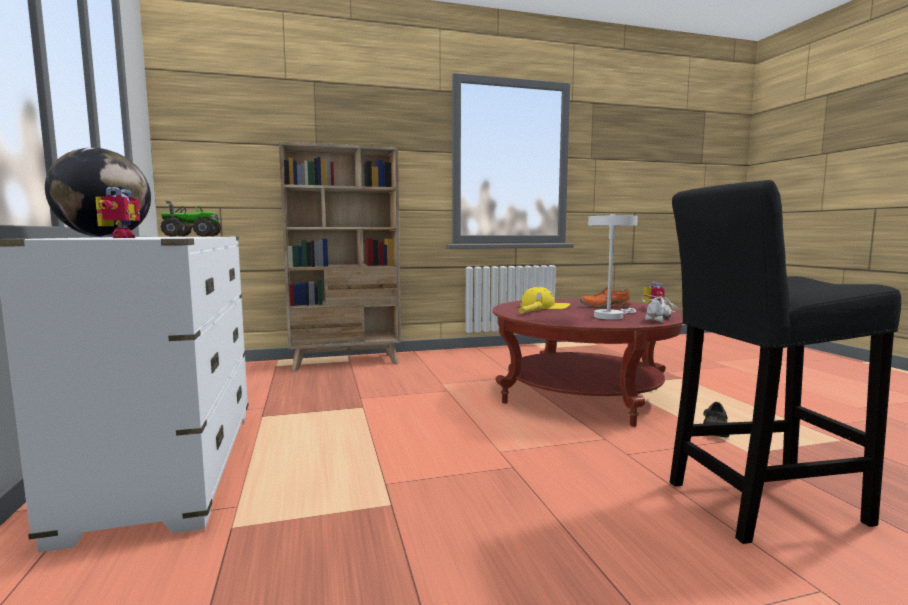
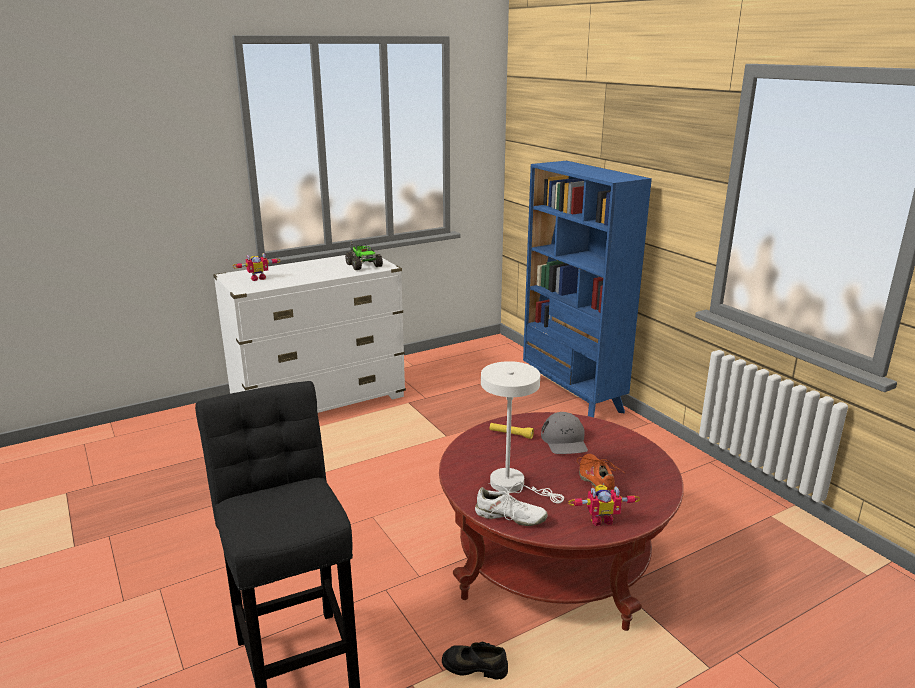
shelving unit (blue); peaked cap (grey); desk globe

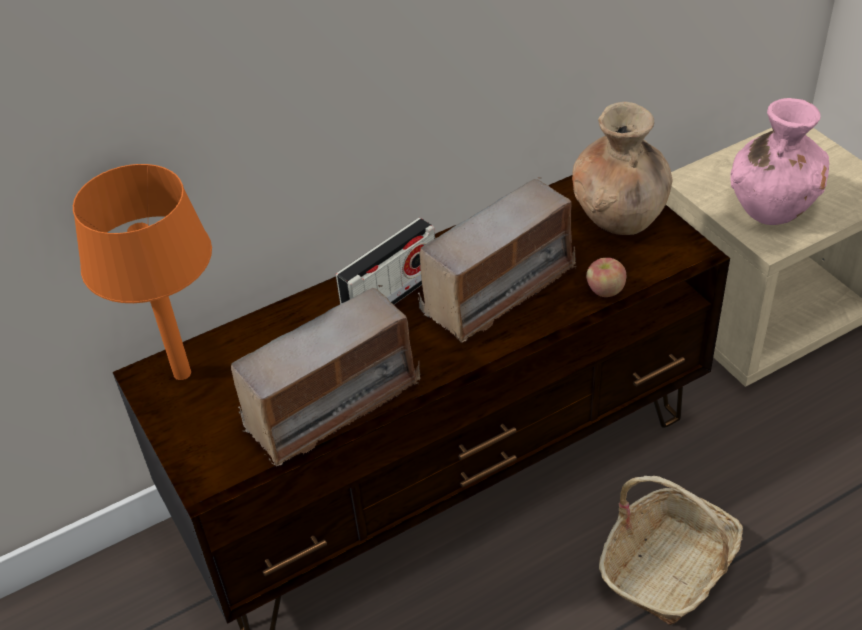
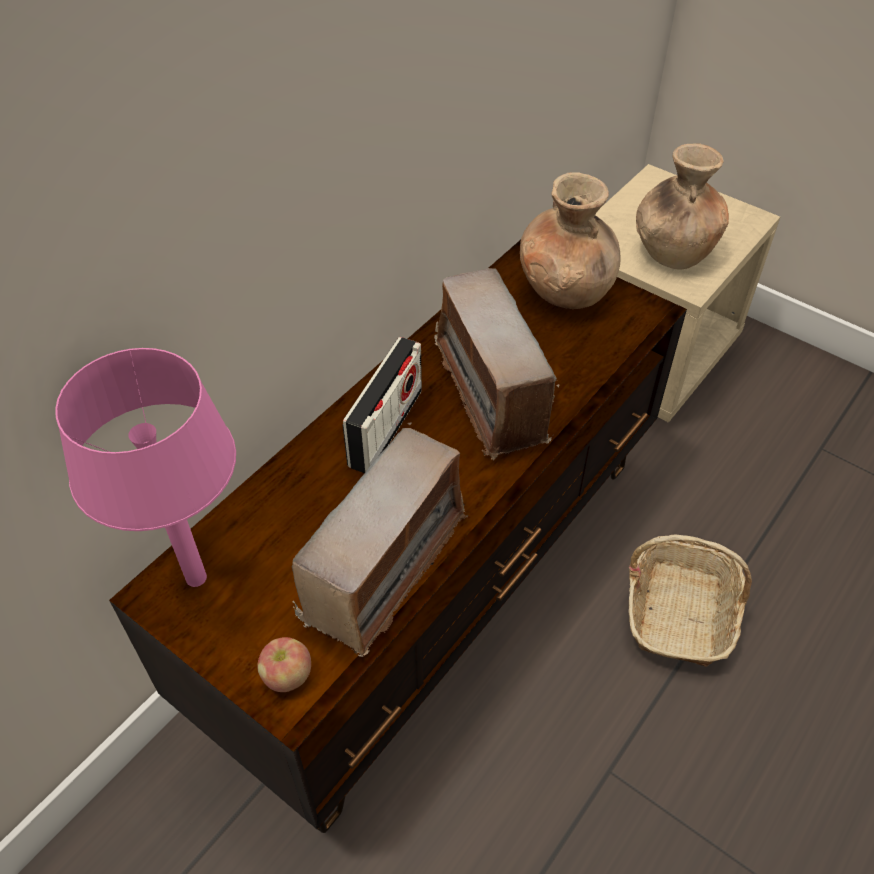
table lamp (pink); whole apple; radio set (no. 3 from left); decorative vase (brown-coloured) (no. 2 from left)

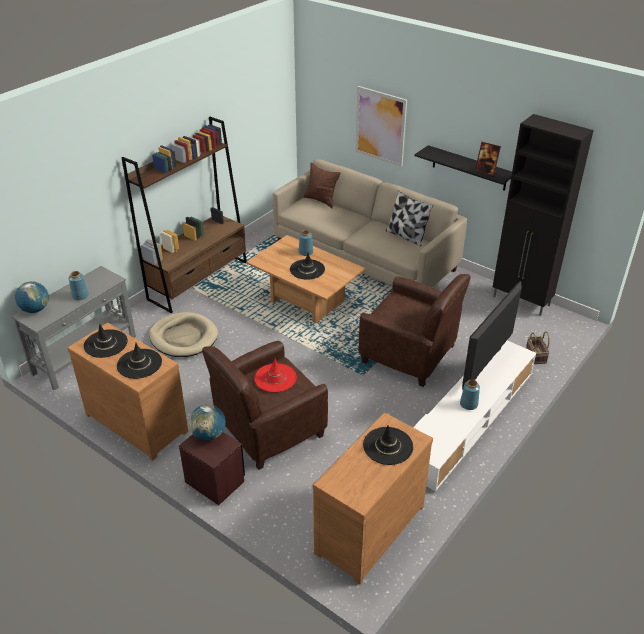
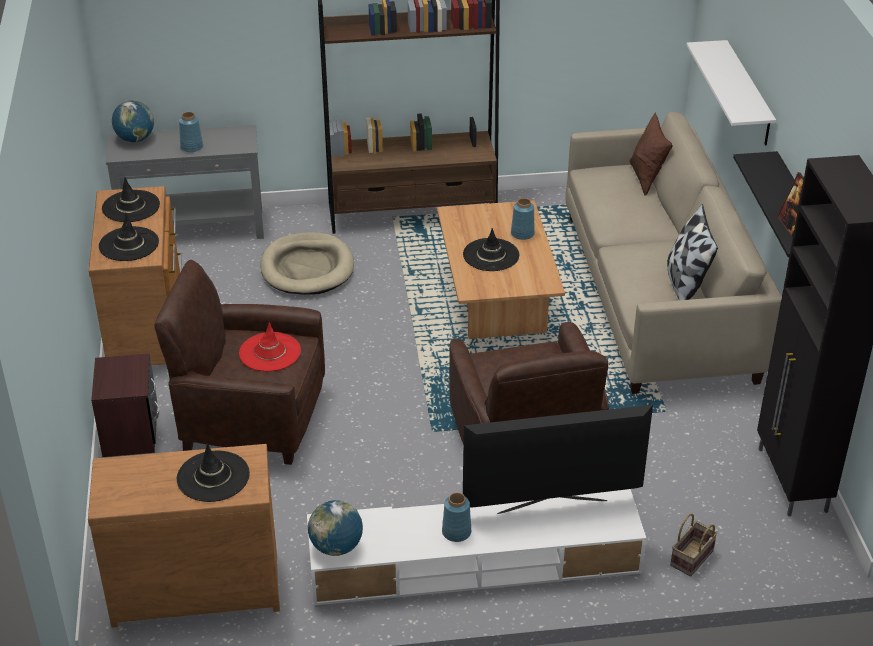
desk globe (no. 2 from left); wall shelf (white-coloured)

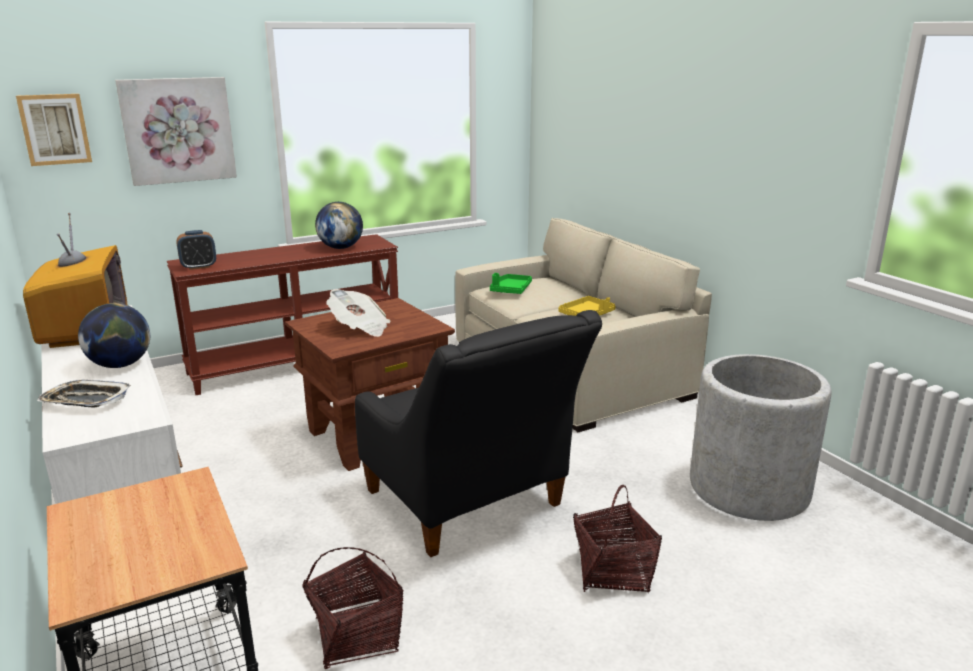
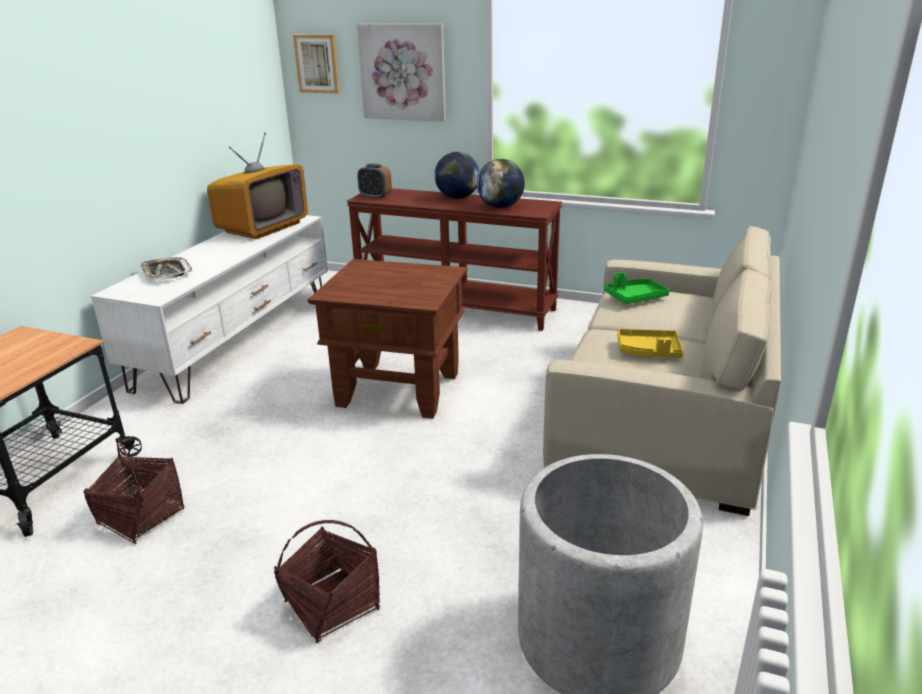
desk globe (no. 1 from left); printed paper; easy chair (black)

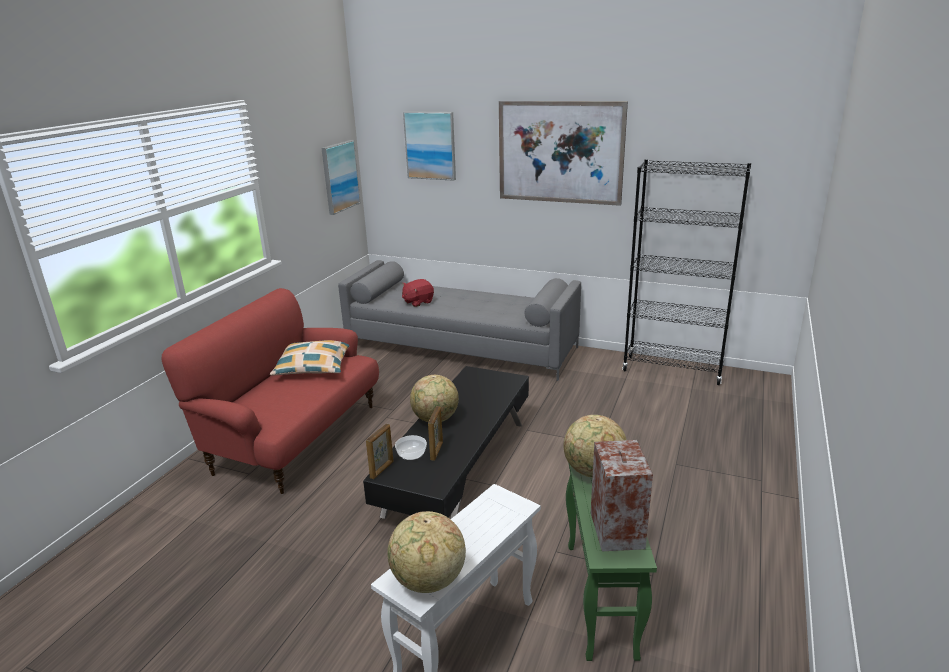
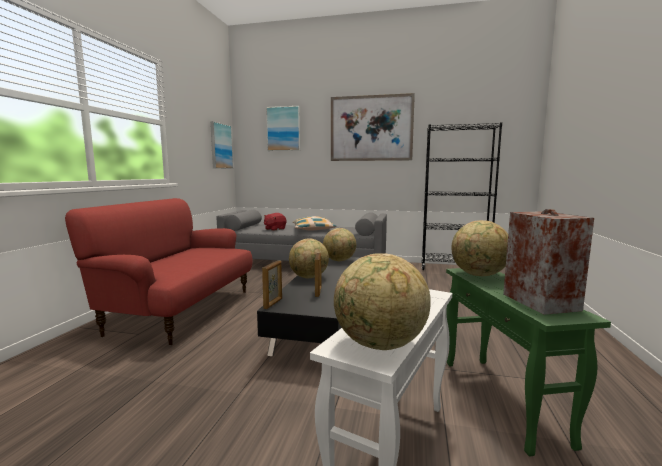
pillow; desk globe (no. 2 from left); bowl

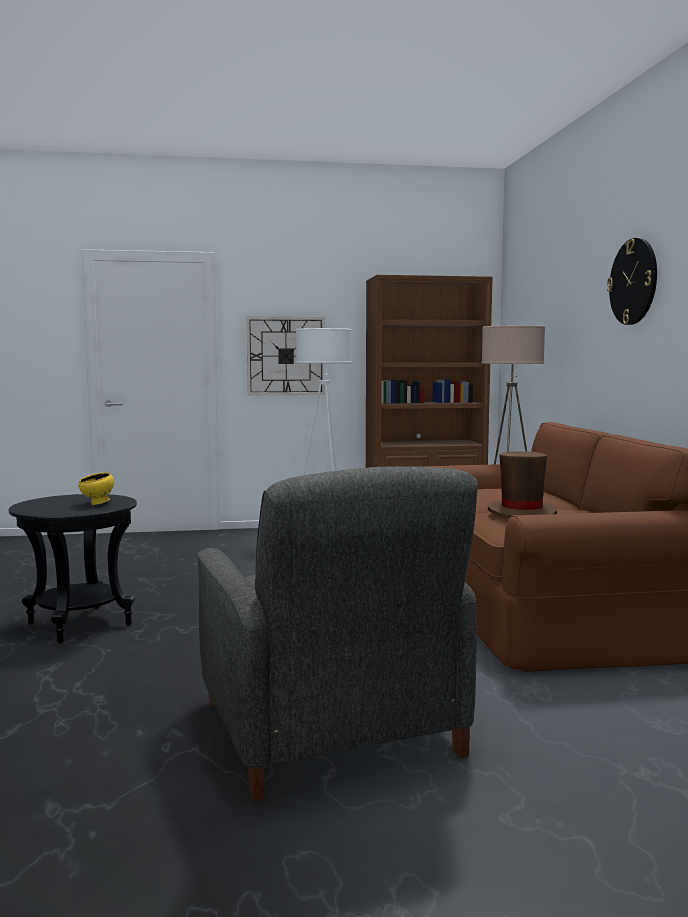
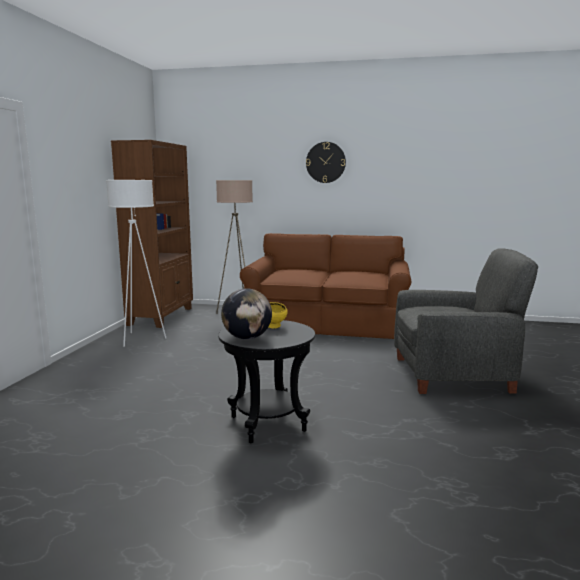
desk globe; wall clock (no. 1 from left in the first image); hat (brown-coloured)

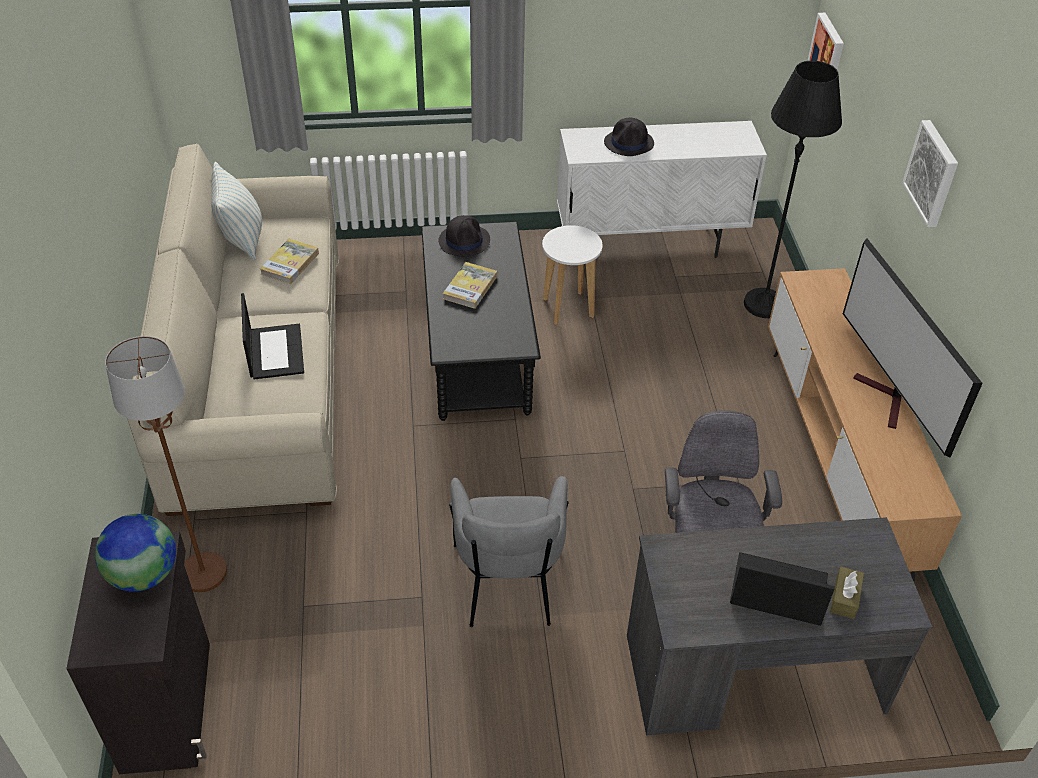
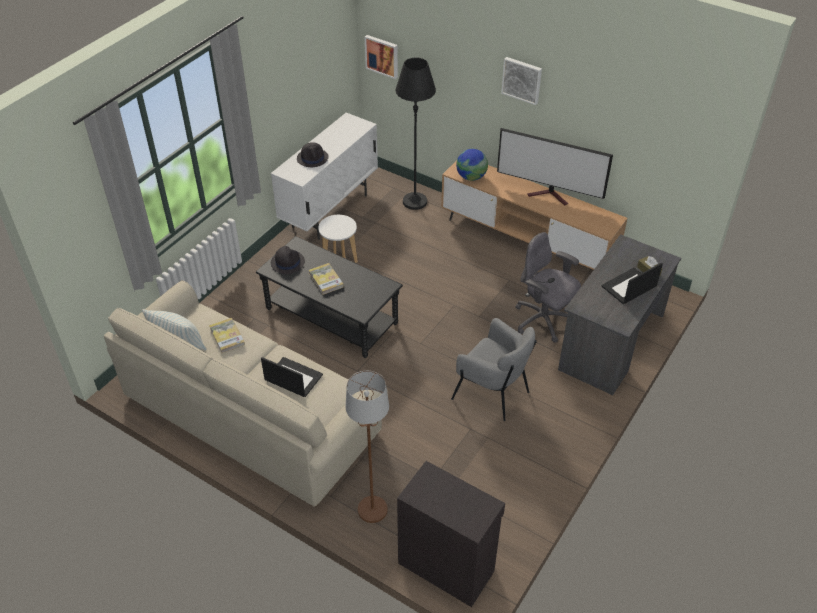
desk globe

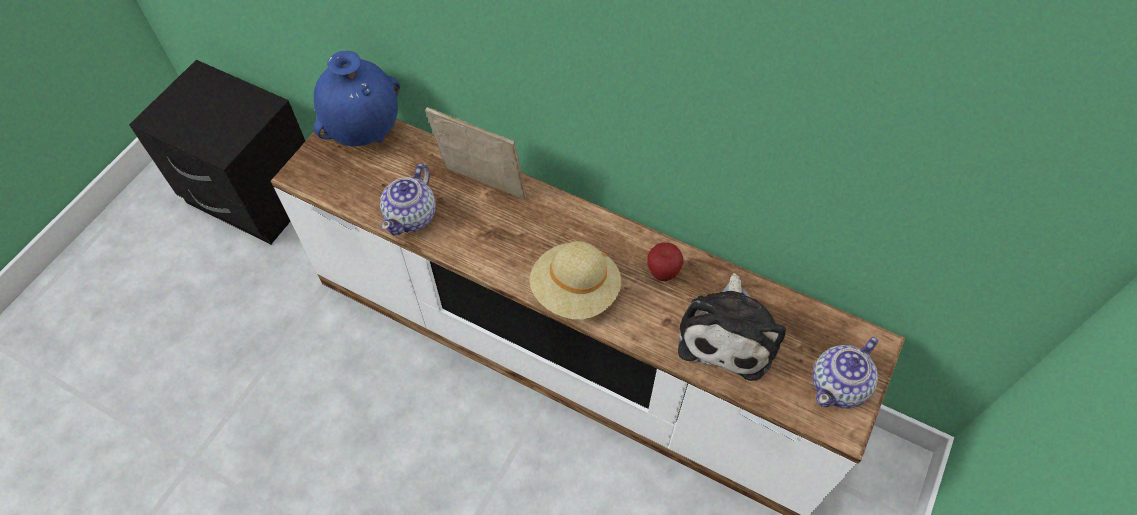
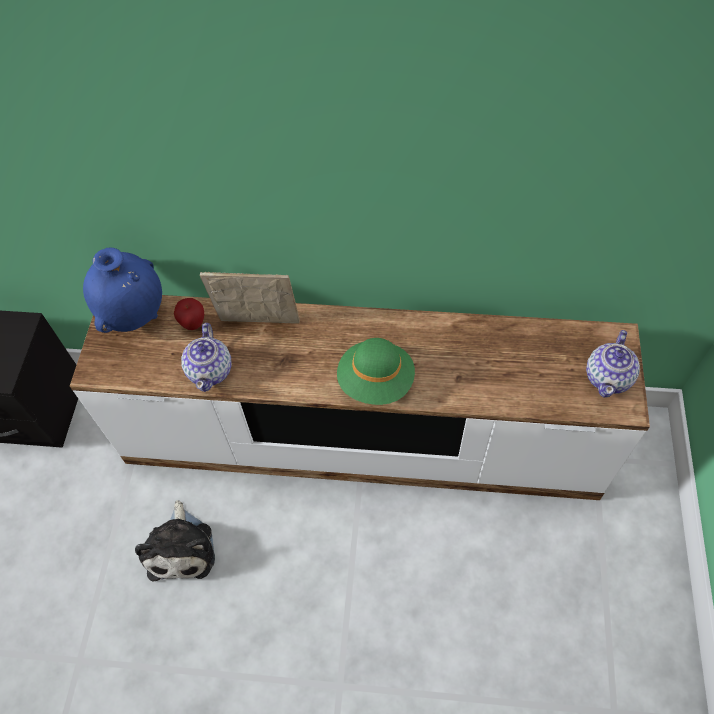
cuddly toy; whole apple; hat (green-coloured)

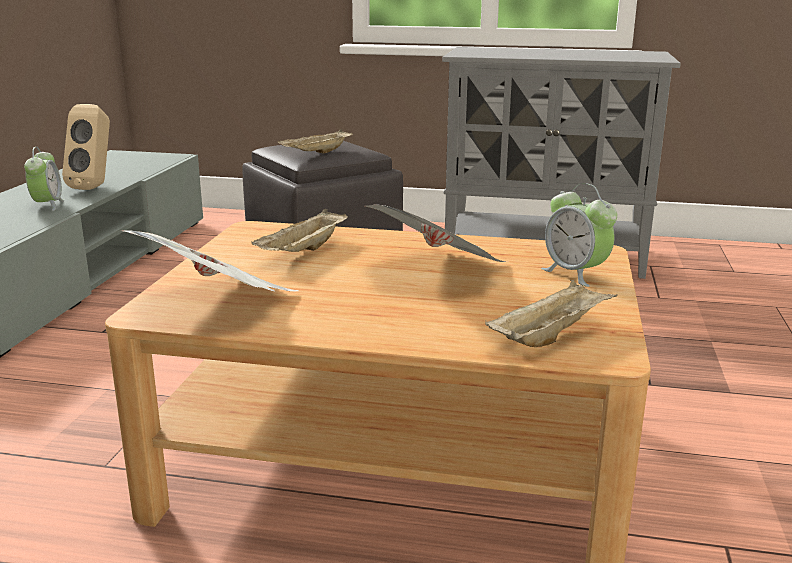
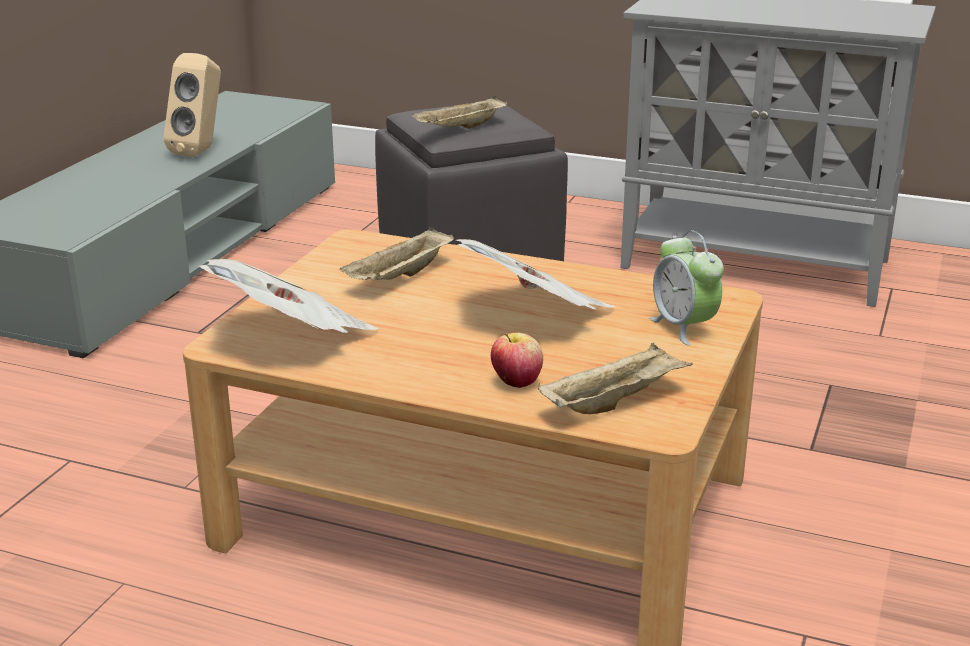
whole apple; bedside clock (no. 1 from left in the first image)

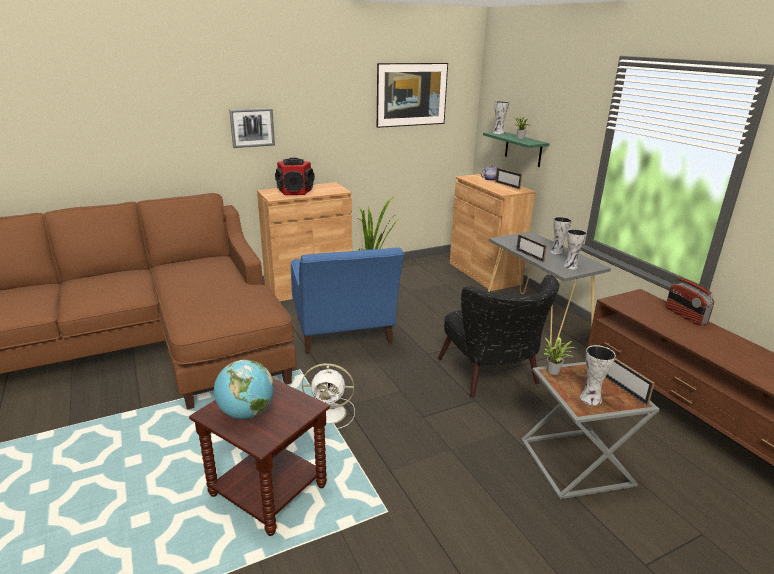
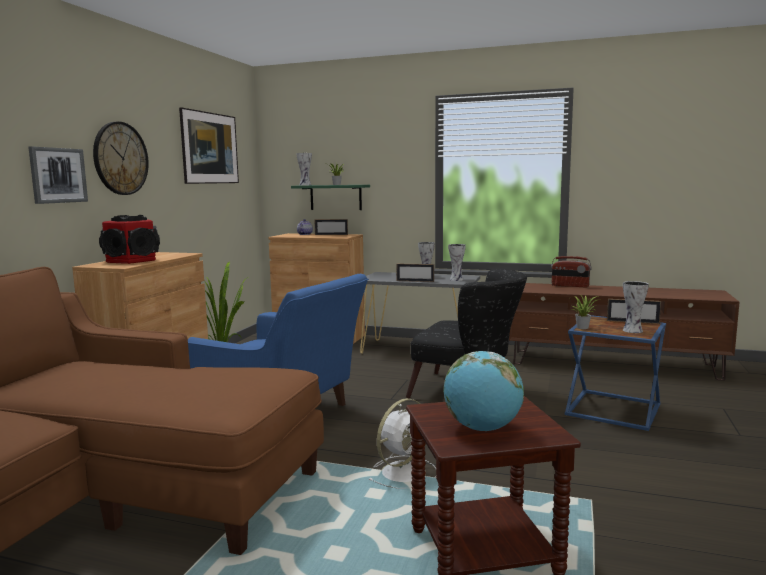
wall clock; side table (blue)

